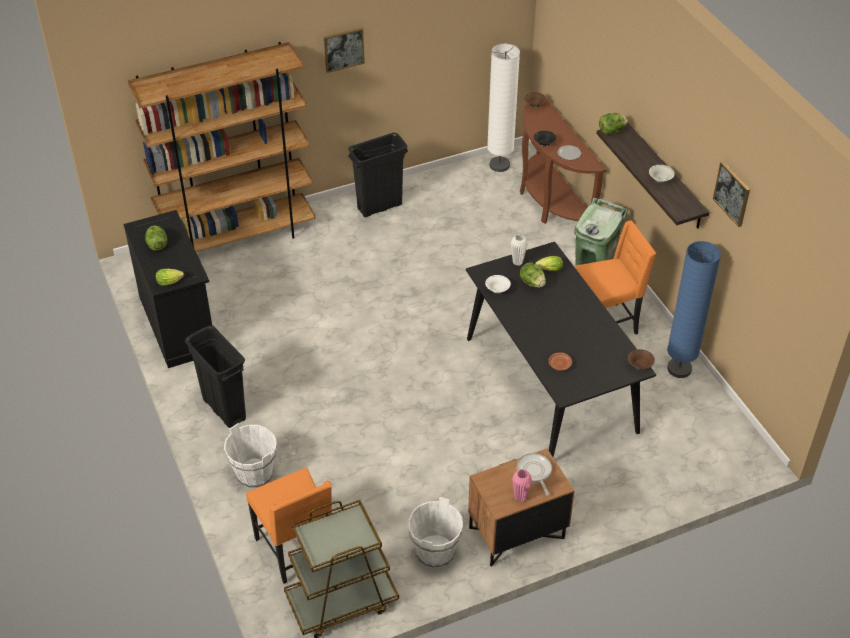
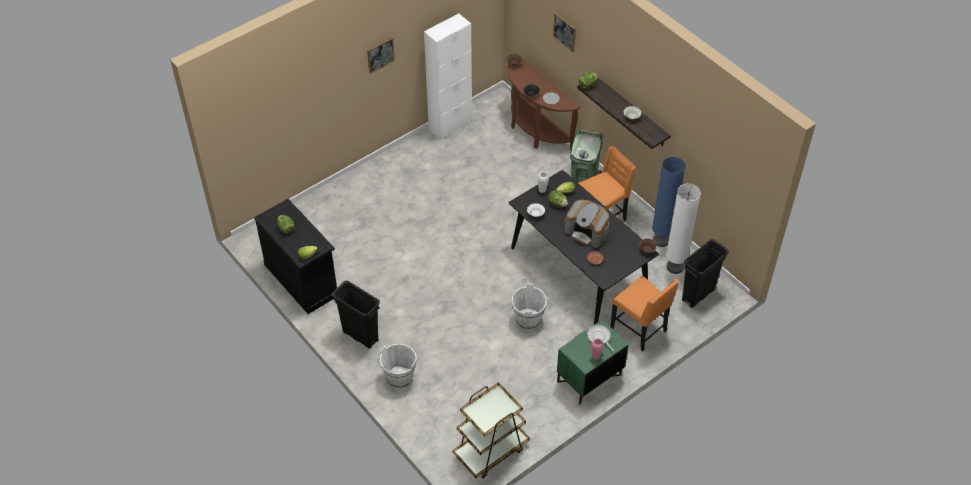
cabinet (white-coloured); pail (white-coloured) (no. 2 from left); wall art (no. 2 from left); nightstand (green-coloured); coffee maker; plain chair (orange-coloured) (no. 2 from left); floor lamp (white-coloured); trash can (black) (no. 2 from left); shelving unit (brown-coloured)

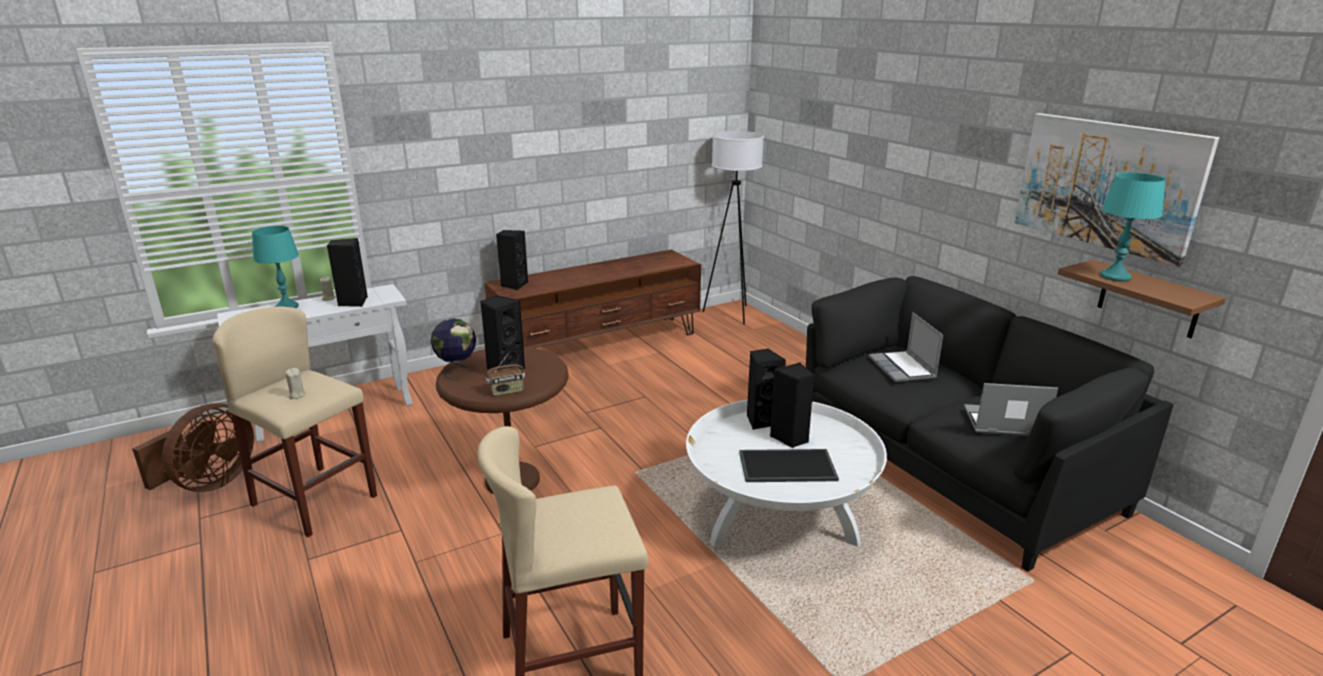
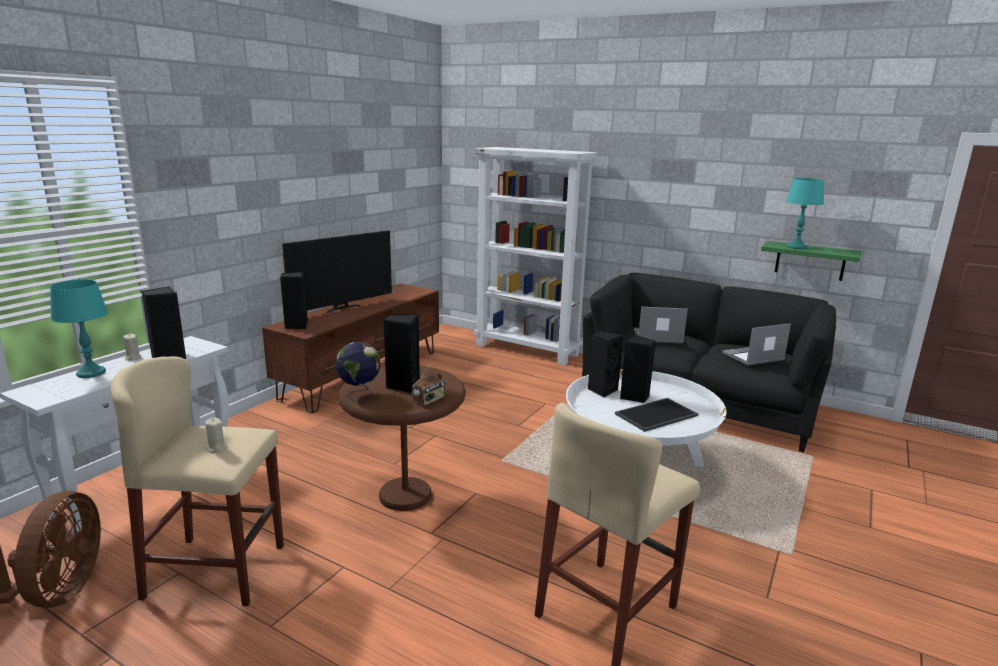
TV set; shelving unit (white-coloured); laptop (no. 1 from left); wall shelf (green-coloured); floor lamp (white-coloured); wall art

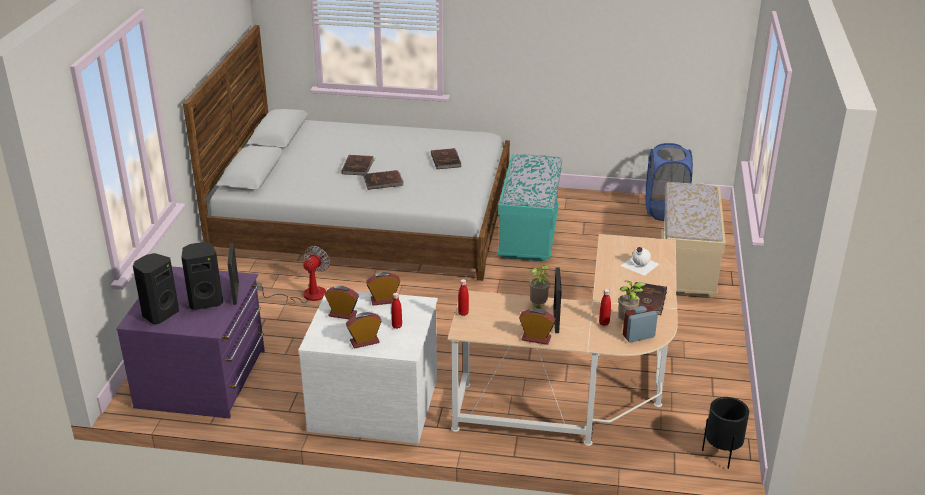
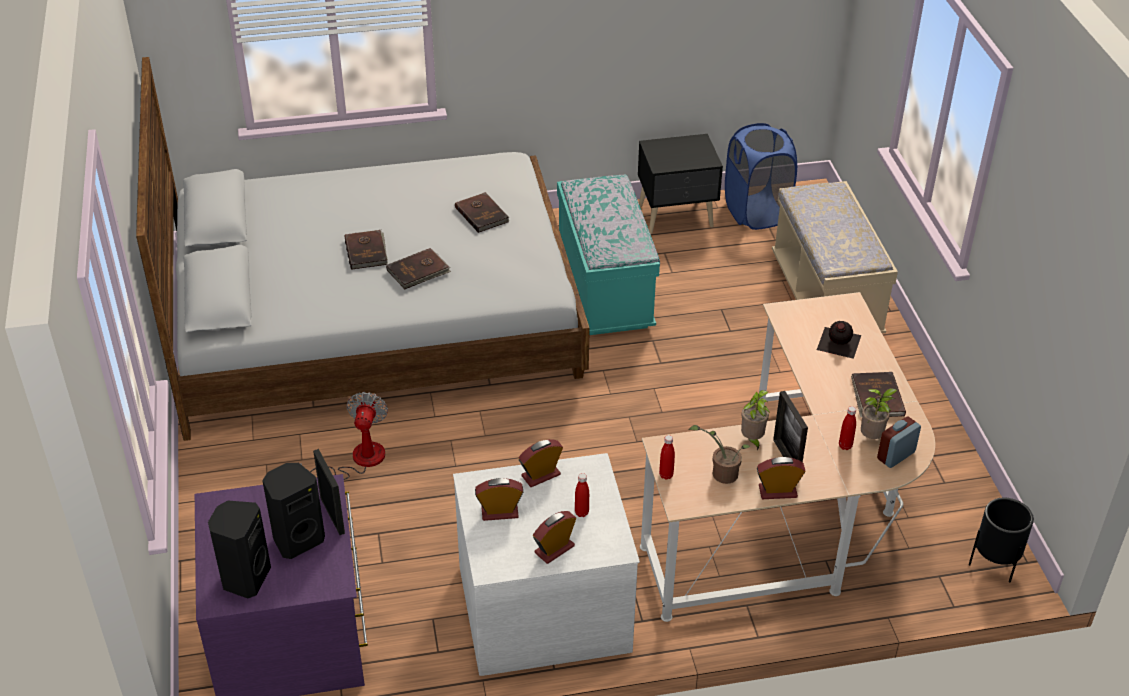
nightstand (black); potted plant (no. 1 from left); bottle (black)

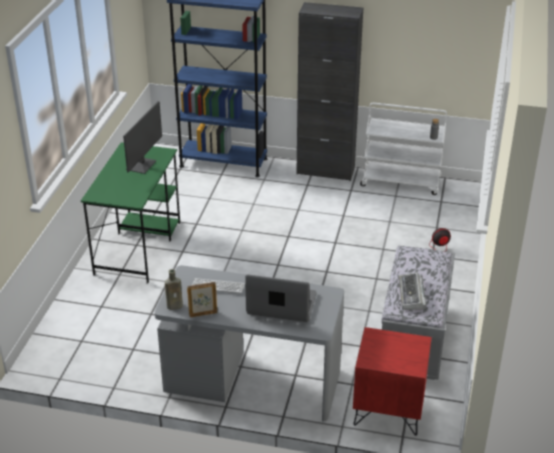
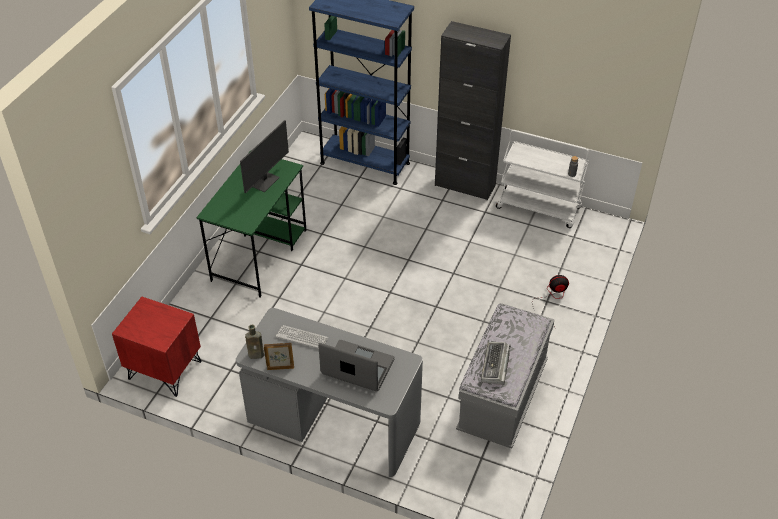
nightstand (red-coloured)

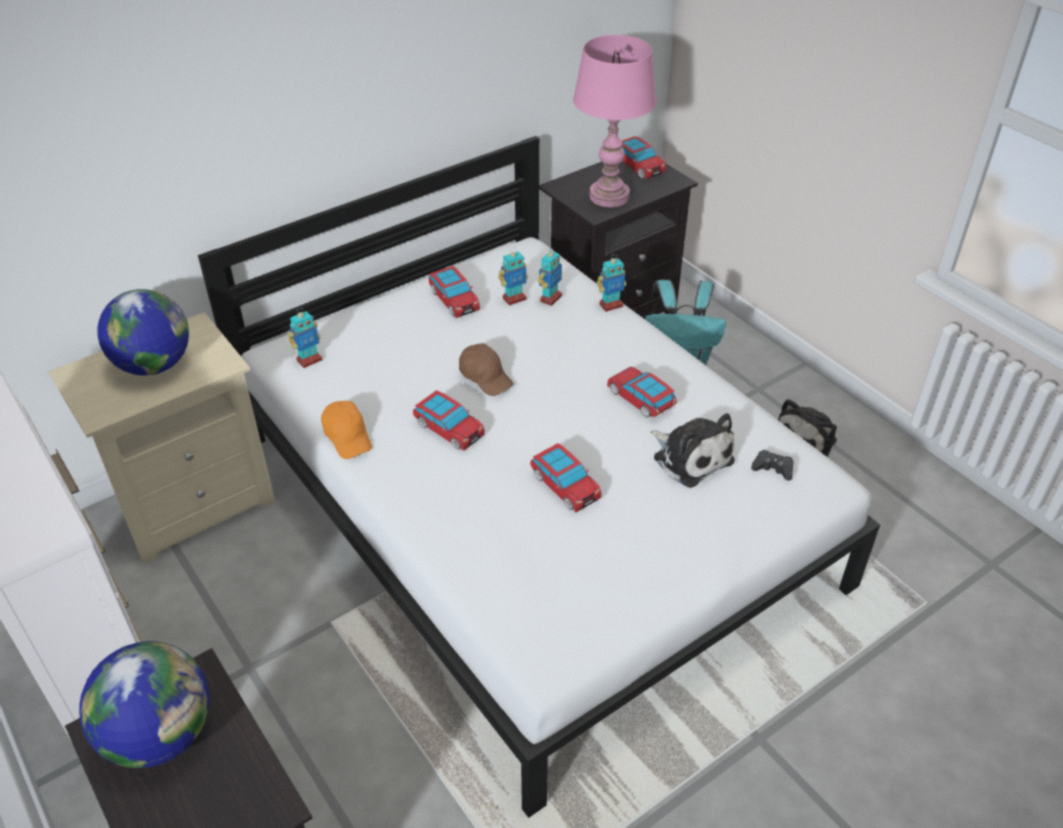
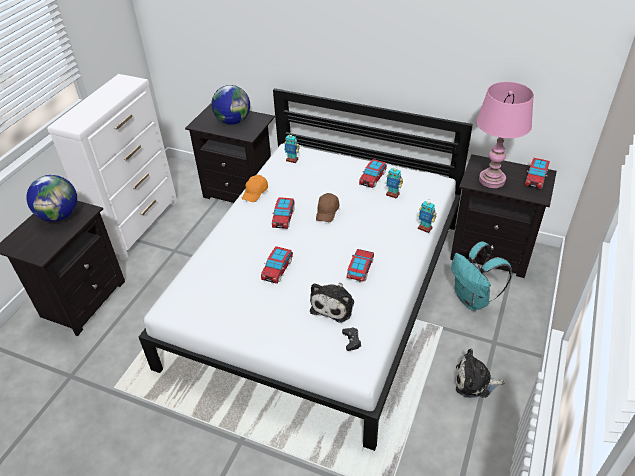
nightstand (black) (no. 2 from left); robot figure (no. 3 from left in the first image)

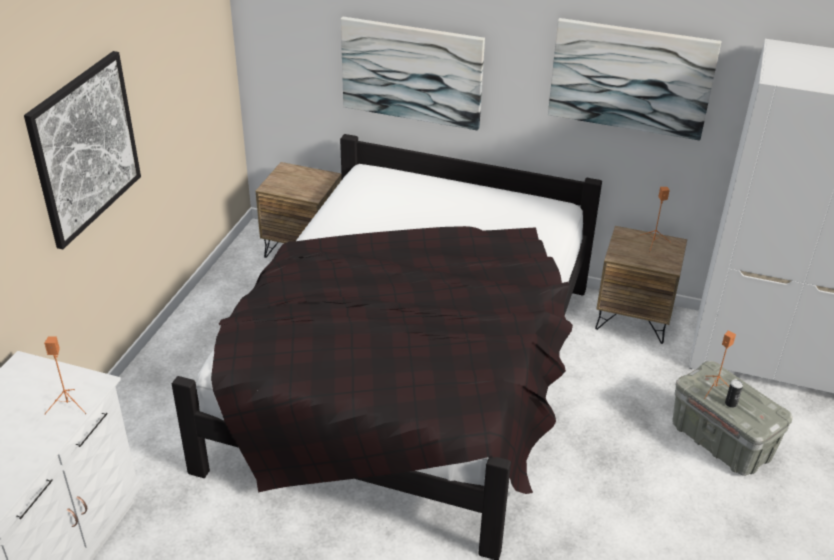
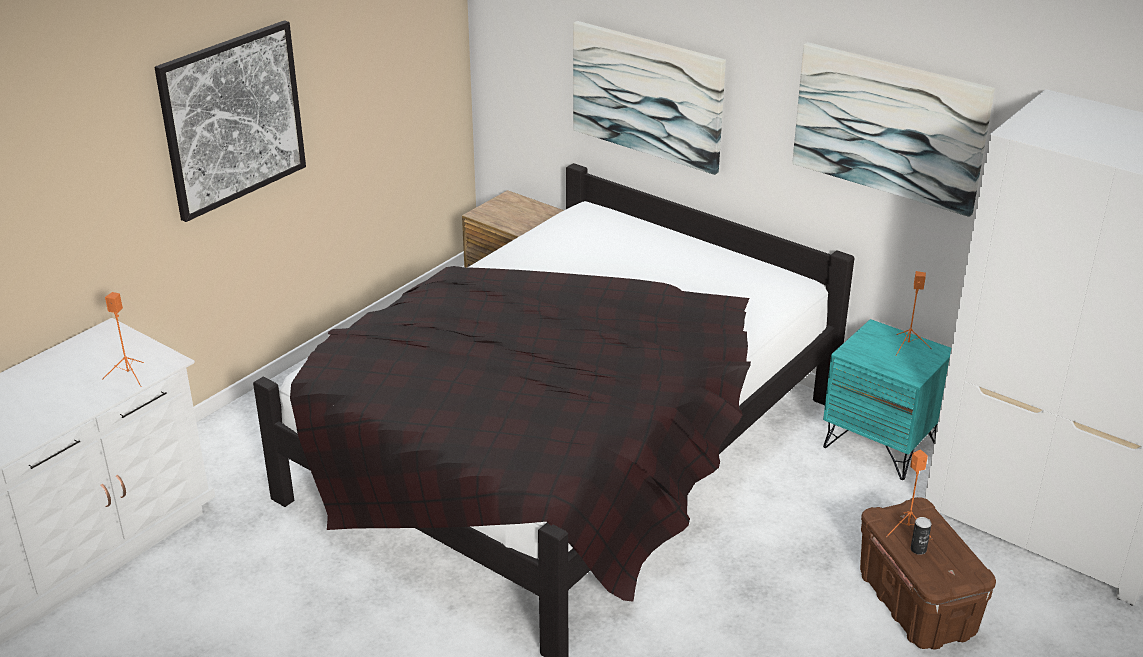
nightstand (turquoise); storage container (brown-coloured)

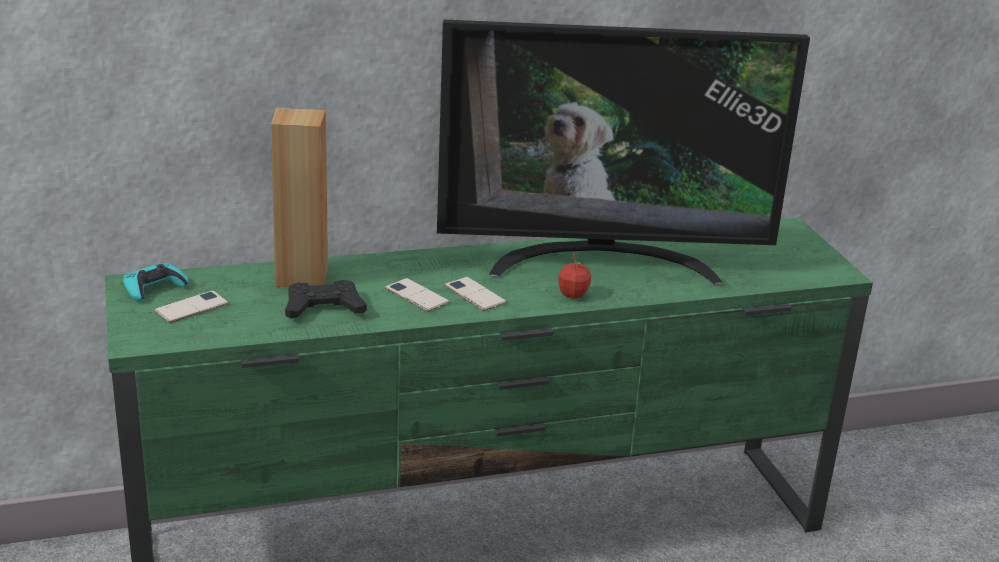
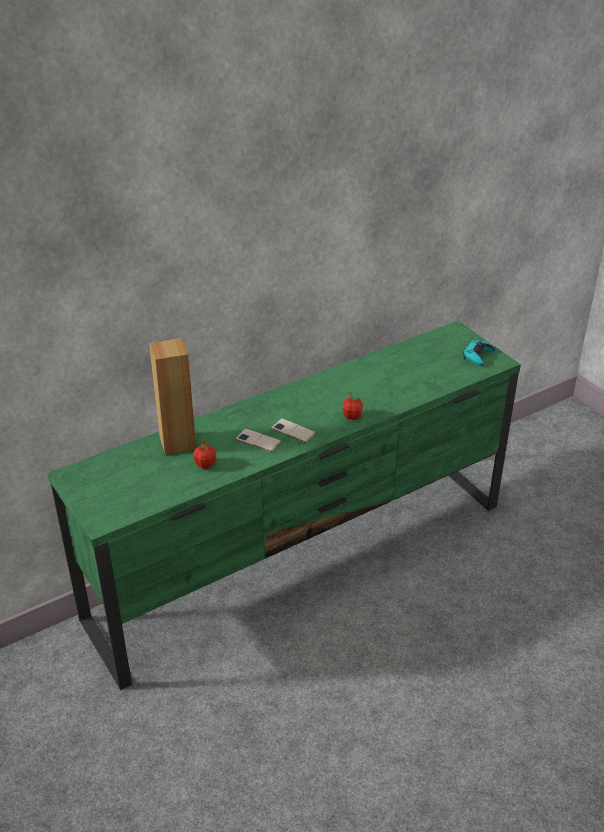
whole apple (no. 1 from left); gamepad (turquoise); phone (no. 1 from left in the first image); TV set

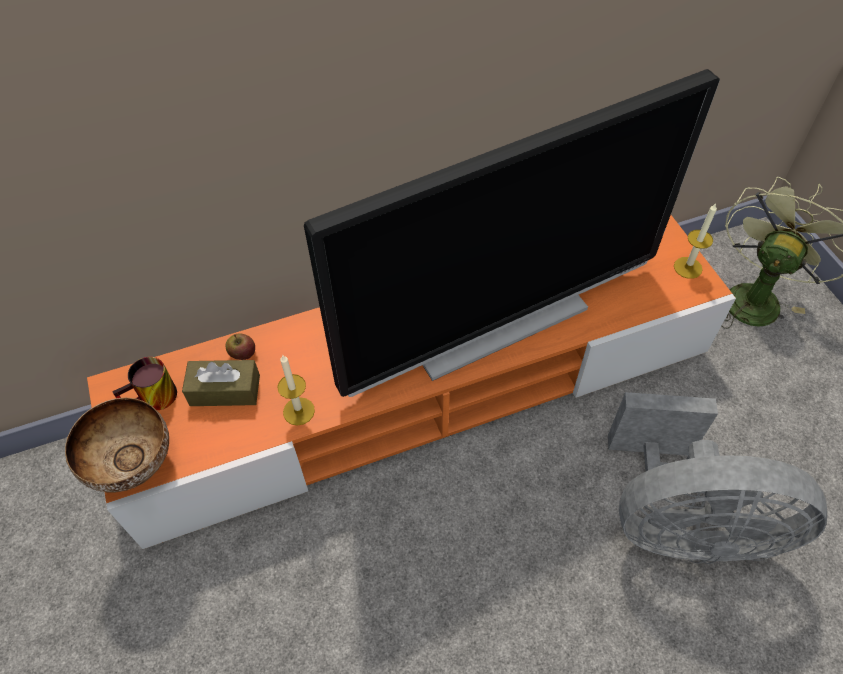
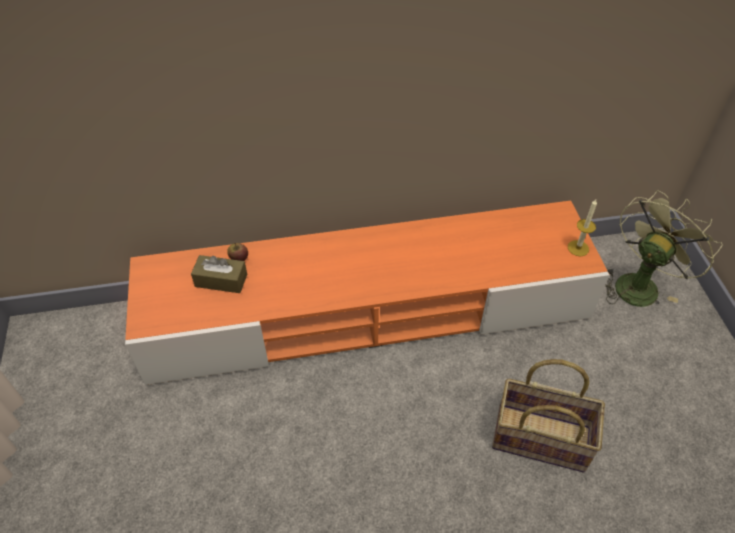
storage basket; bowl; coffee mug; wax light (no. 1 from left in the first image); TV set

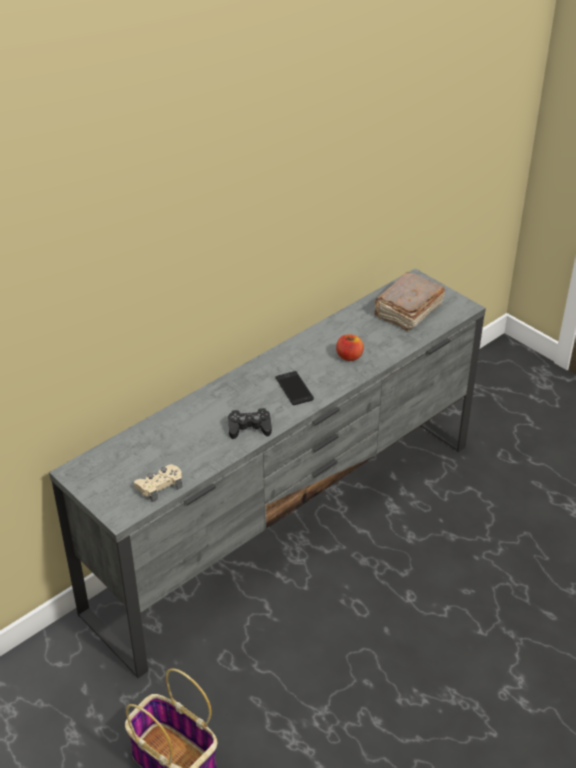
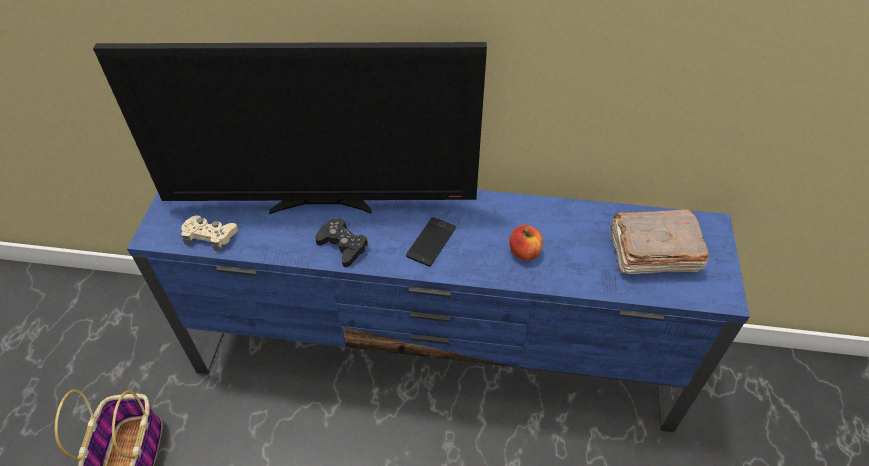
TV set; tv stand (blue)

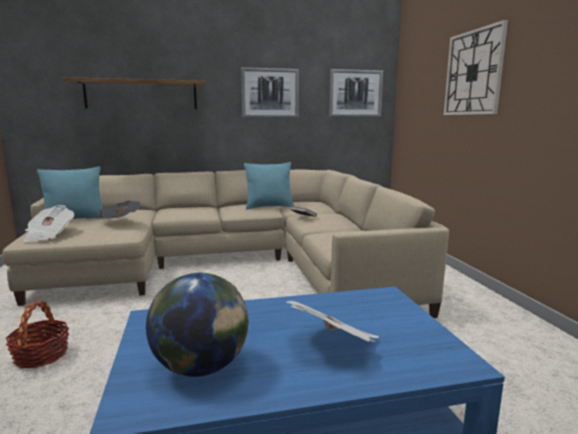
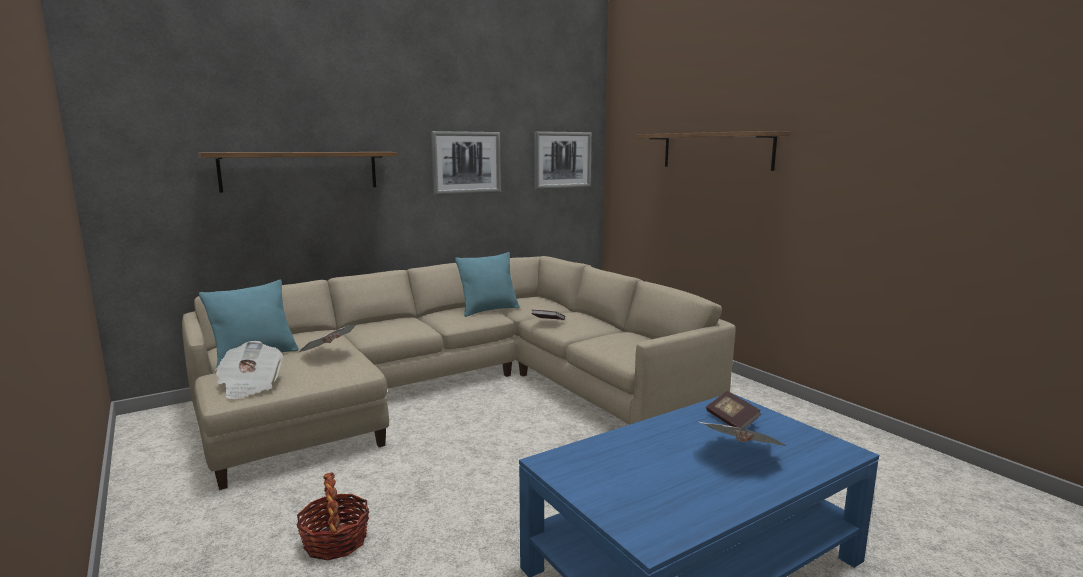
wall shelf (no. 2 from left); book (no. 2 from left); desk globe

